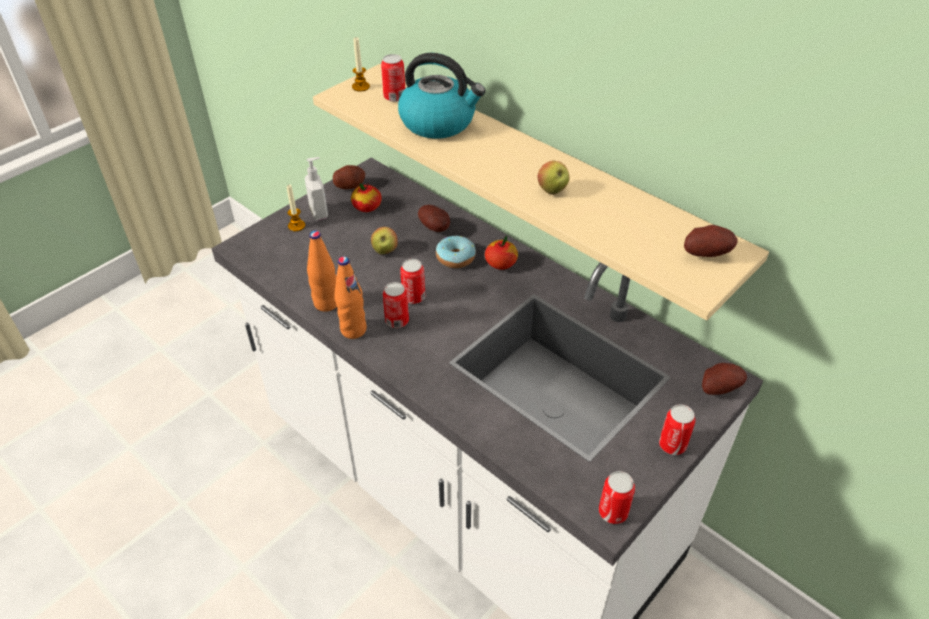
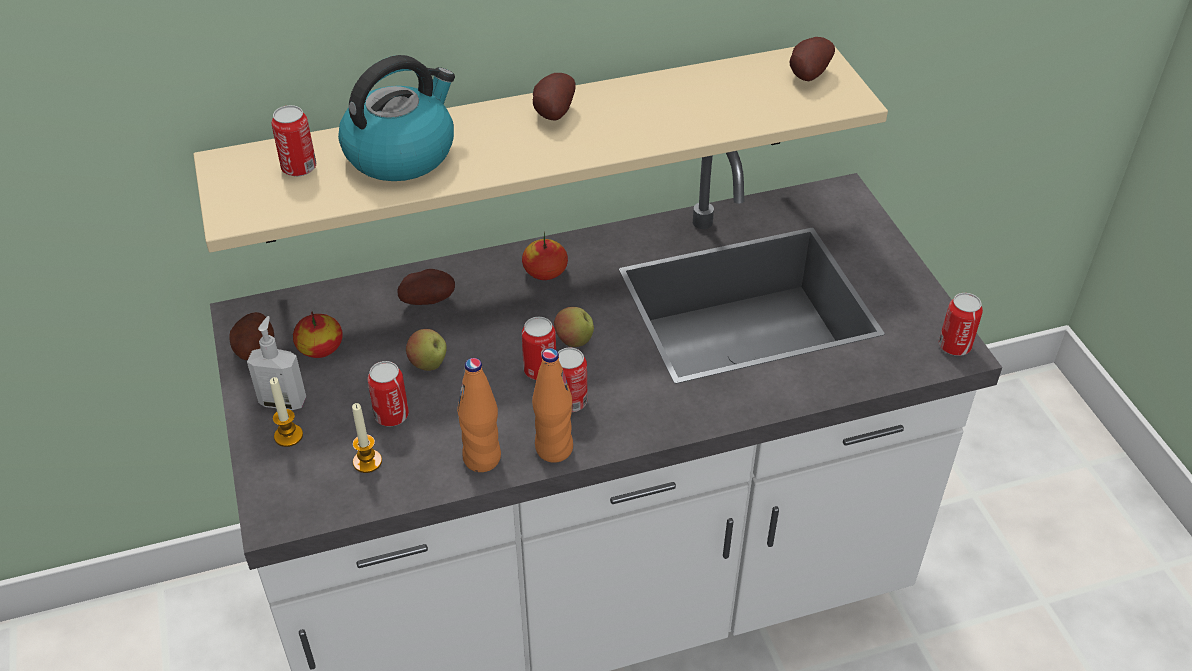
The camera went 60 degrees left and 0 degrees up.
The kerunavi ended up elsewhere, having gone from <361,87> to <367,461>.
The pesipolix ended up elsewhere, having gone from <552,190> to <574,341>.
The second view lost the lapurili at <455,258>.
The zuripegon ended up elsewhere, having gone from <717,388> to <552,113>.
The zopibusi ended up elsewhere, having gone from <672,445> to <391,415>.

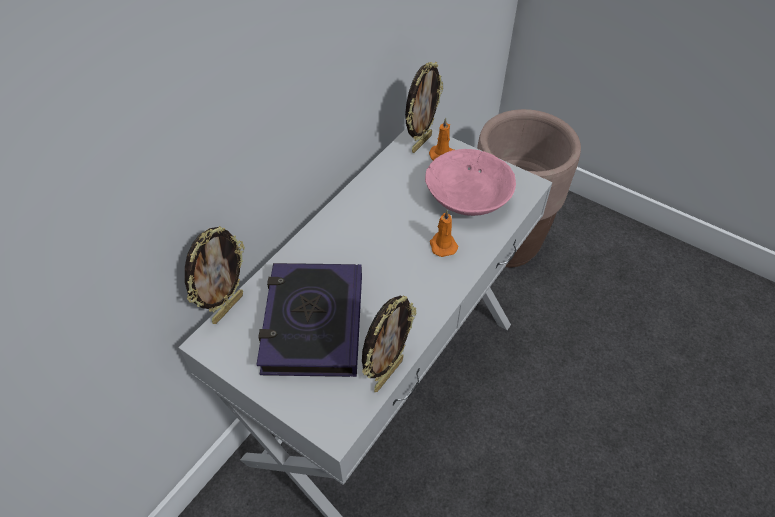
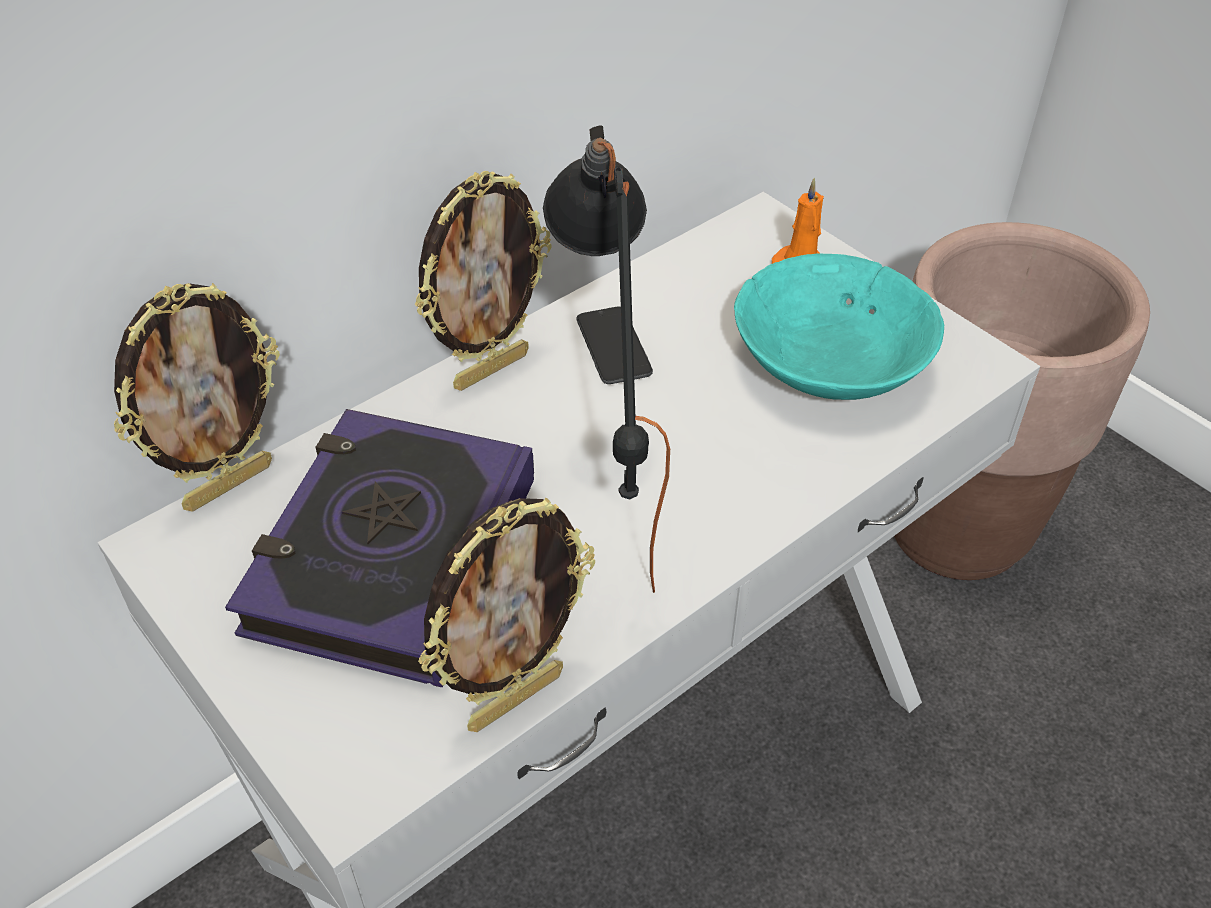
The camera went 15 degrees right and 5 degrees down.
The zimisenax ended up elsewhere, having gone from <420,143> to <490,369>.
What was the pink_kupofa at <469,197> turned into the turquoise_kupofa at <832,363>.
The second view lost the orange_kerunavi at <442,245>.
The second view gained the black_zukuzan at <606,518>.
The second view gained the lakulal at <613,346>.

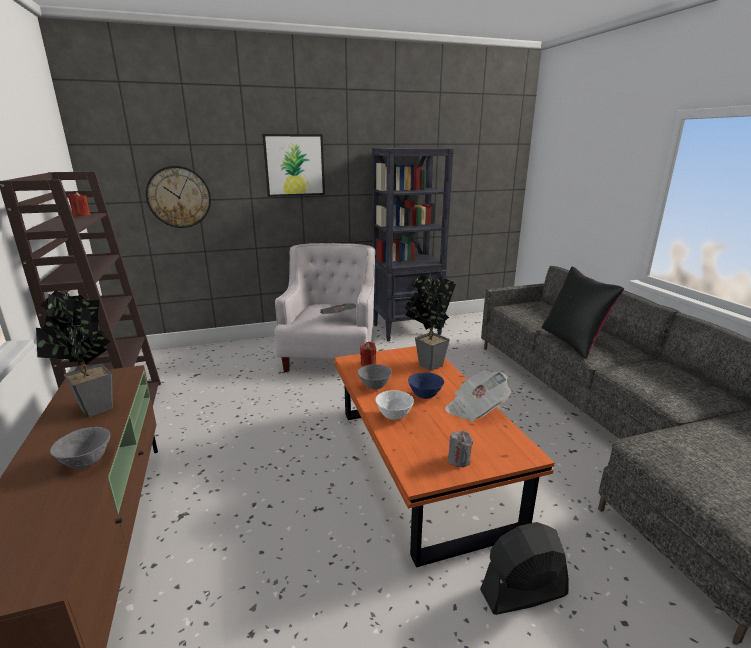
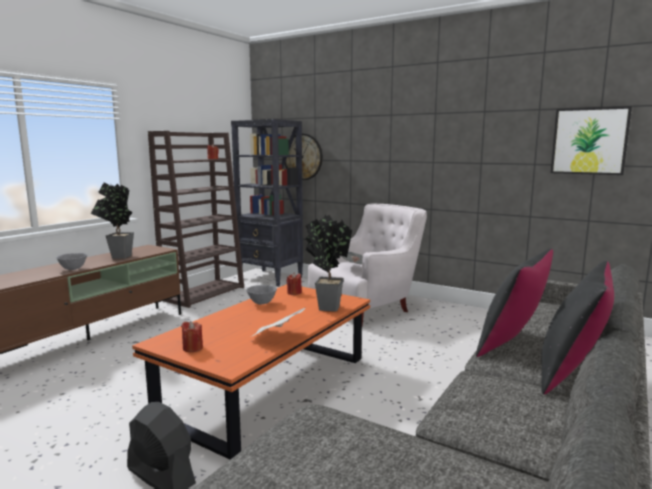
The camera went 50 degrees right and 10 degrees down.
The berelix ended up elsewhere, having gone from <294,165> to <589,141>.
The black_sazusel ended up elsewhere, having gone from <407,329> to <270,278>.
The second view lost the blue_kupofa at <425,396>.
The second view lost the white_kupofa at <394,416>.
What was the grey_kerunavi at <459,460> turned into the red_kerunavi at <192,348>.
The second view gained the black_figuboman at <571,373>.

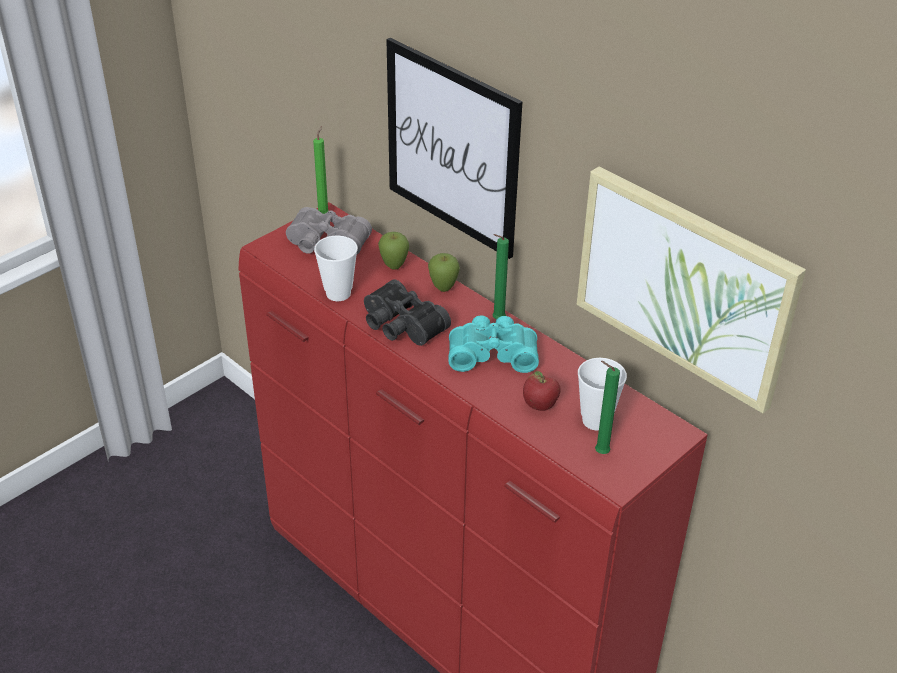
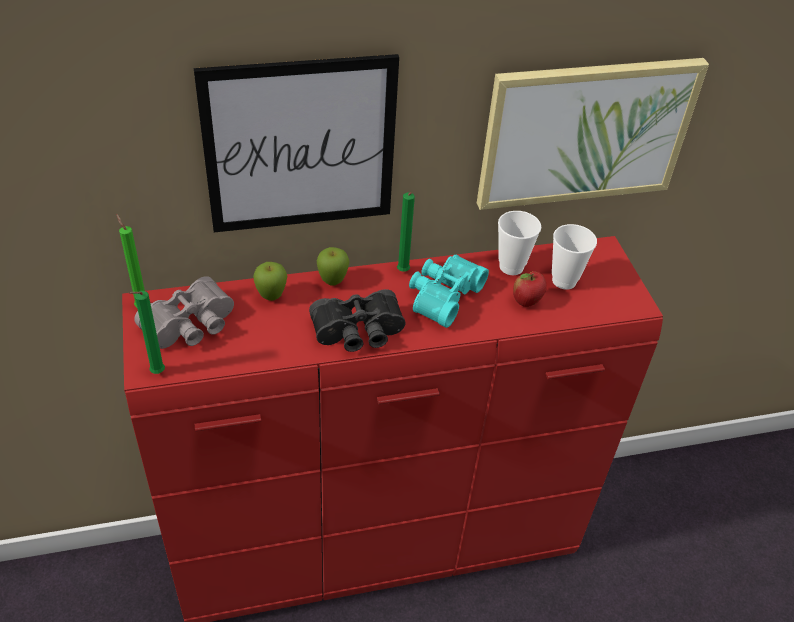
The camera went 60 degrees left and 5 degrees up.
The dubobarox ended up elsewhere, having gone from <338,293> to <511,267>.
The green_kerunavi ended up elsewhere, having gone from <599,453> to <156,373>.

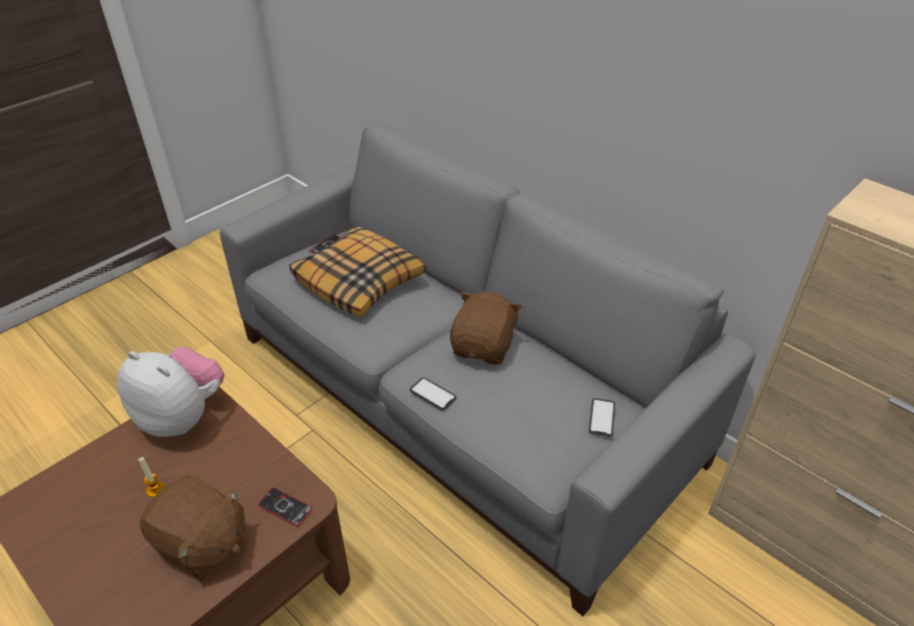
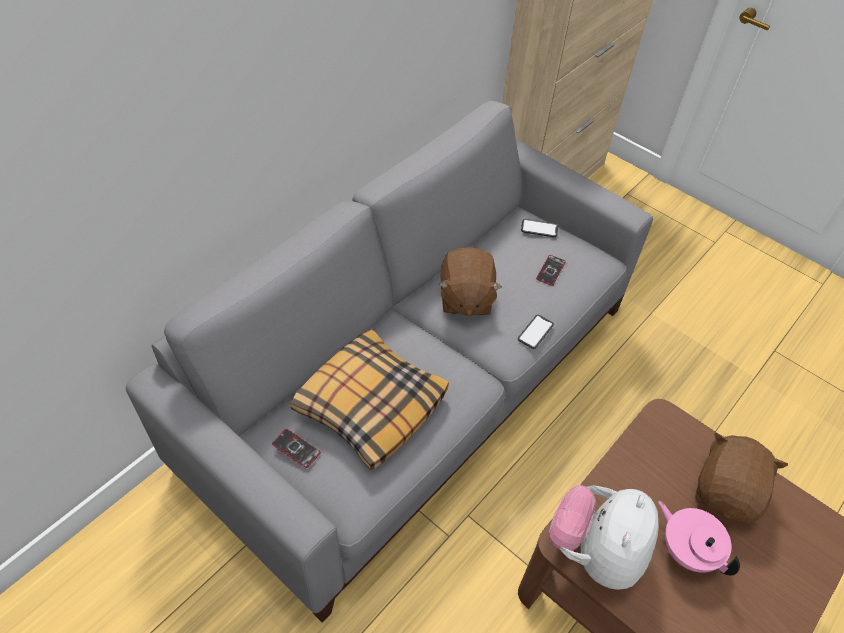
The camera went 95 degrees left and 10 degrees up.
The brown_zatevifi at <484,347> ended up facing another way, 105 degrees counterclockwise from before.
Where the kerunavi stood at <155,489>, the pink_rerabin came to stand at <687,549>.
The lakulal ended up elsewhere, having gone from <285,507> to <550,270>.

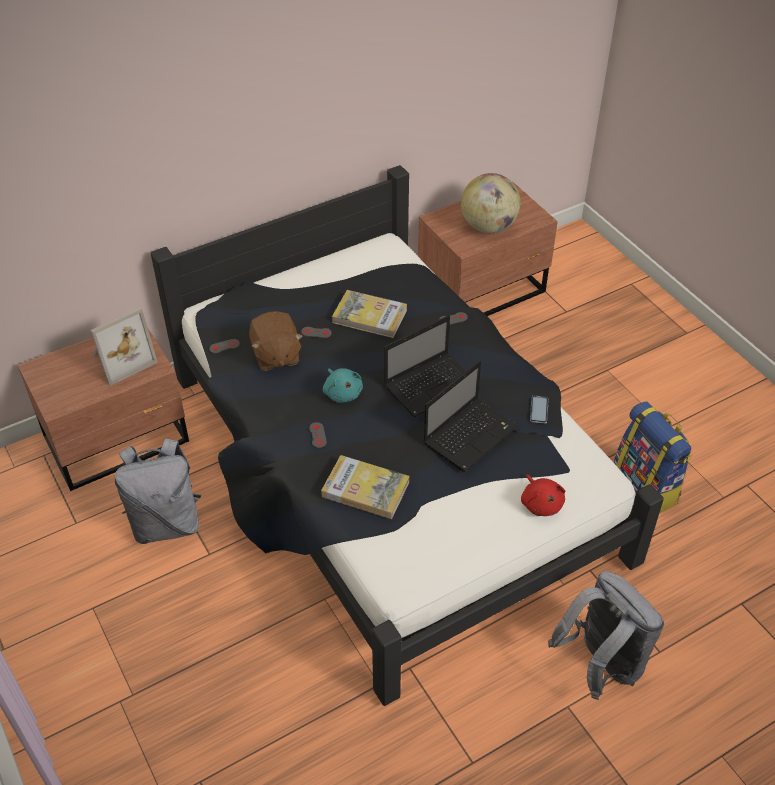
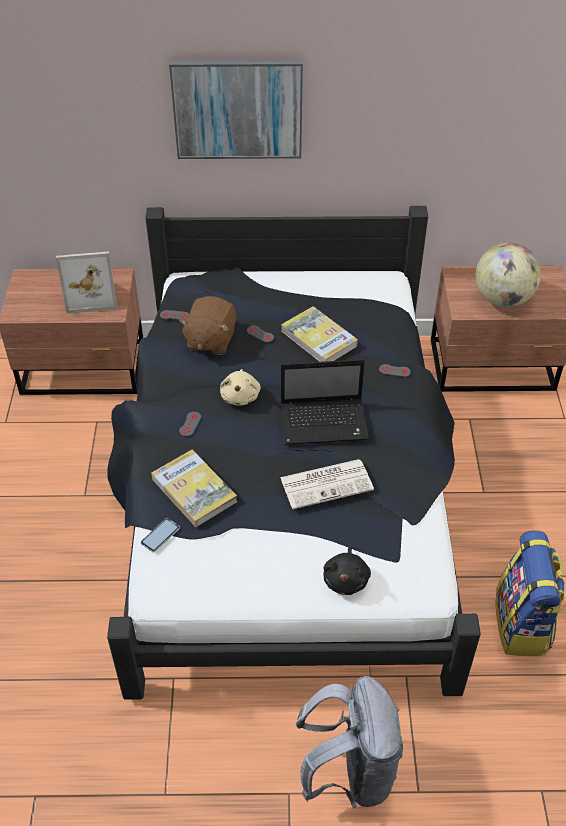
The camera went 30 degrees right and 0 degrees up.
Where the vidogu stood at <471,434>, the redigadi came to stand at <327,483>.
What was the turquoise_zatevifi at <342,392> turned into the beige_zatevifi at <240,396>.
The lakulal ended up elsewhere, having gone from <539,410> to <160,535>.
The second view lost the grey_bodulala at <166,523>.
What was the red_zatevifi at <541,503> turned into the black_zatevifi at <346,579>.
The second view gained the berelix at <238,109>.

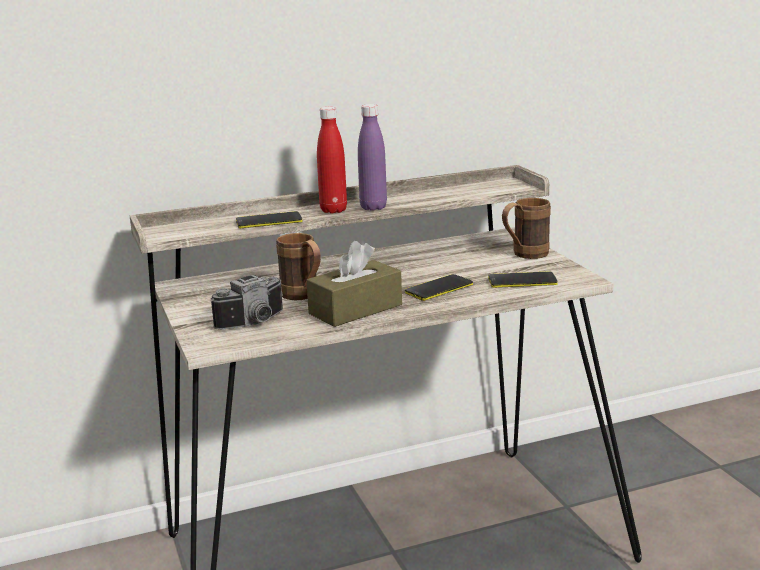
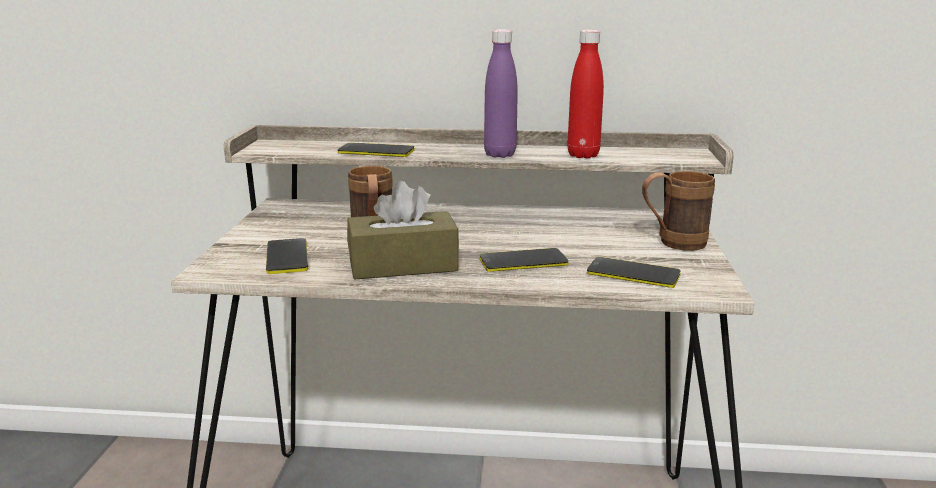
The camera went 25 degrees right and 0 degrees up.
The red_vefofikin ended up elsewhere, having gone from <333,210> to <583,155>.
Where the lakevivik stood at <255,323>, the lakulal came to stand at <287,257>.

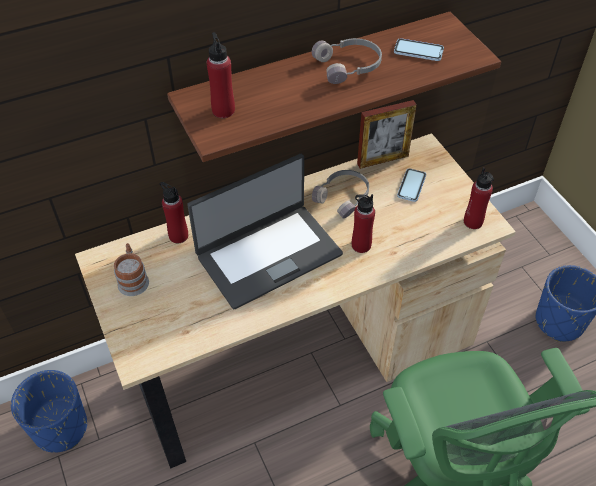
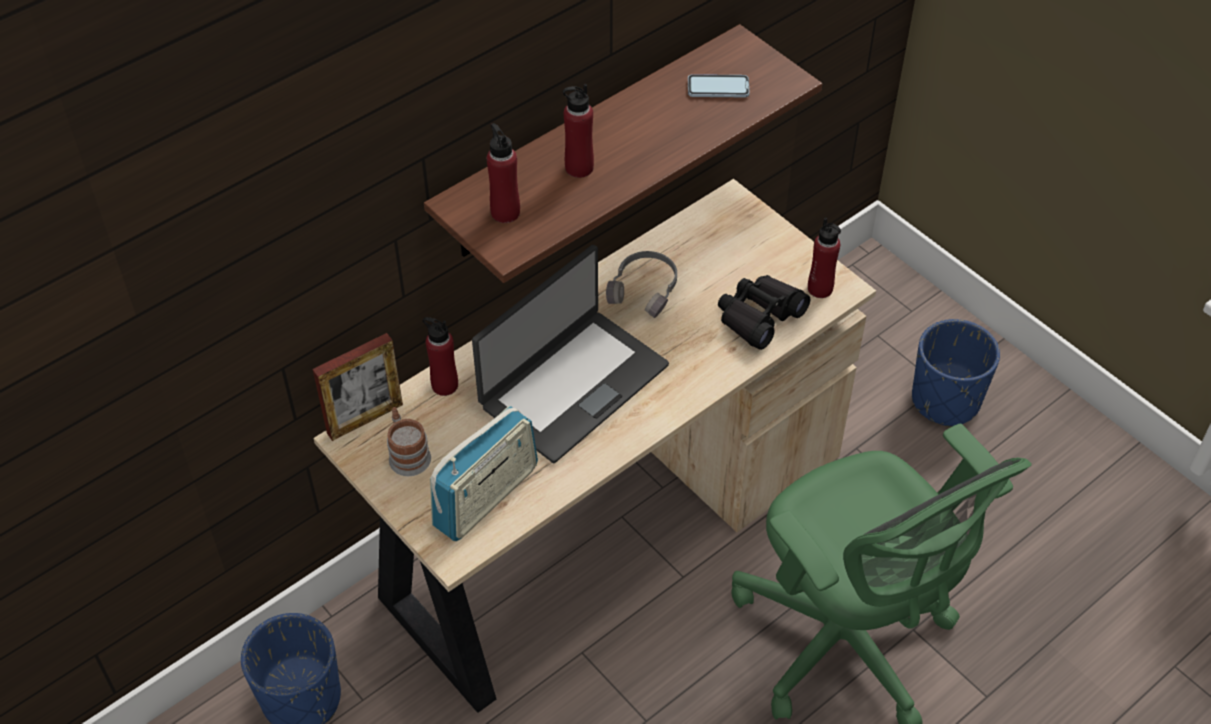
The camera went 15 degrees left and 0 degrees up.
The second view lost the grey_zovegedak at <349,66>.
The zimisenax ended up elsewhere, having gone from <382,160> to <365,419>.
The second view lost the lakulal at <411,186>.
The red_vefofikin ended up elsewhere, having gone from <361,245> to <579,167>.
The second view gained the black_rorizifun at <759,316>.
The second view gained the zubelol at <486,497>.

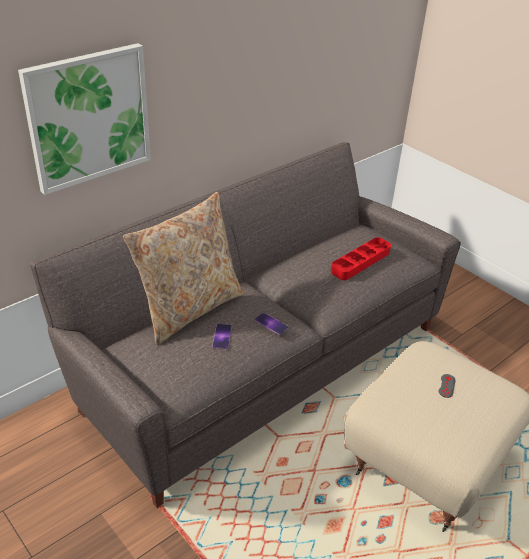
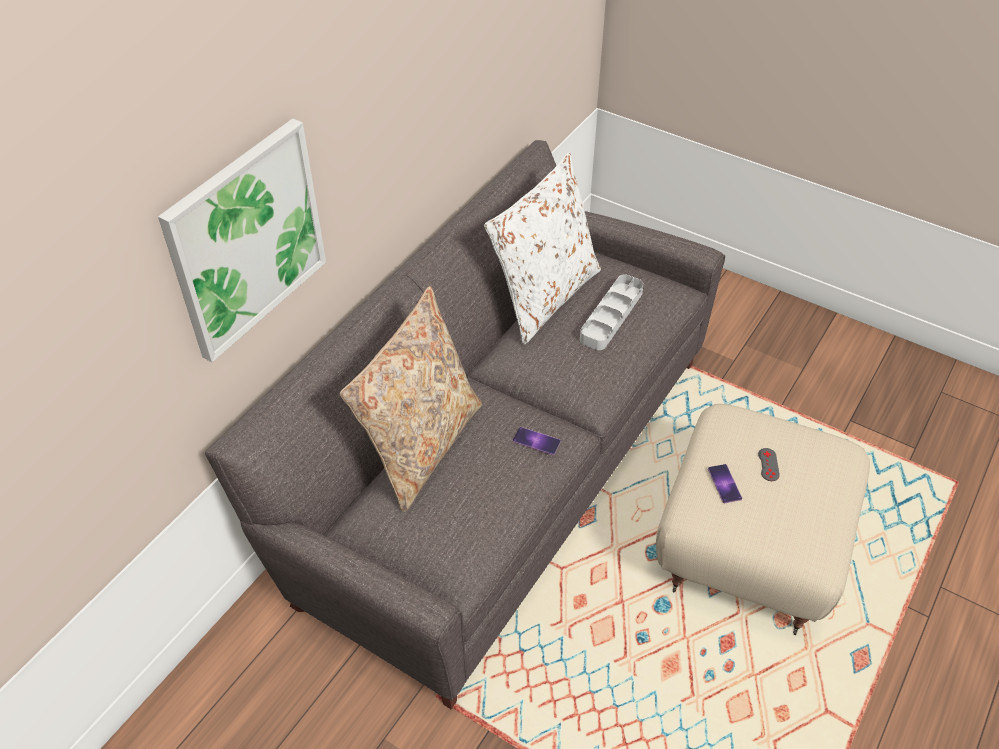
The camera went 15 degrees left and 10 degrees up.
What was the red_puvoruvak at <360,262> turned into the grey_puvoruvak at <611,316>.
The lakulal ended up elsewhere, having gone from <222,336> to <724,483>.
The second view gained the white_figuboman at <544,296>.

